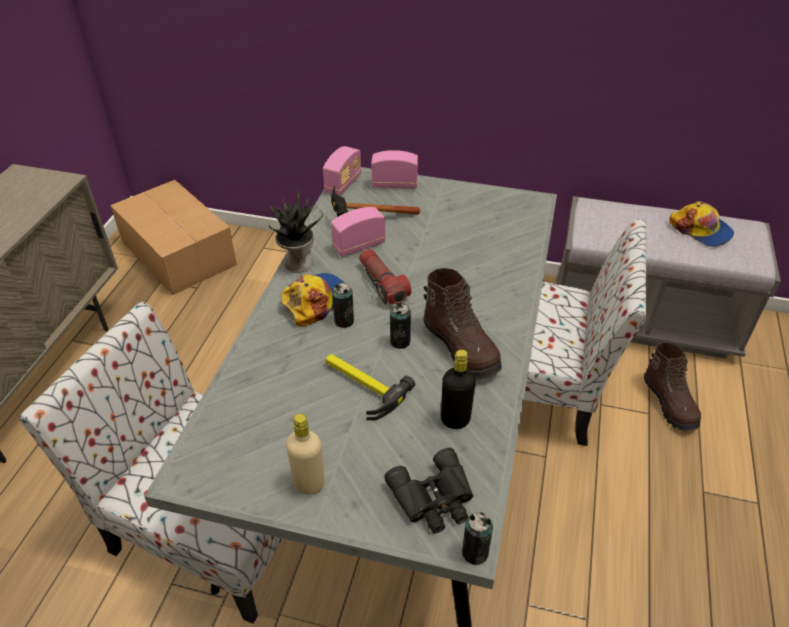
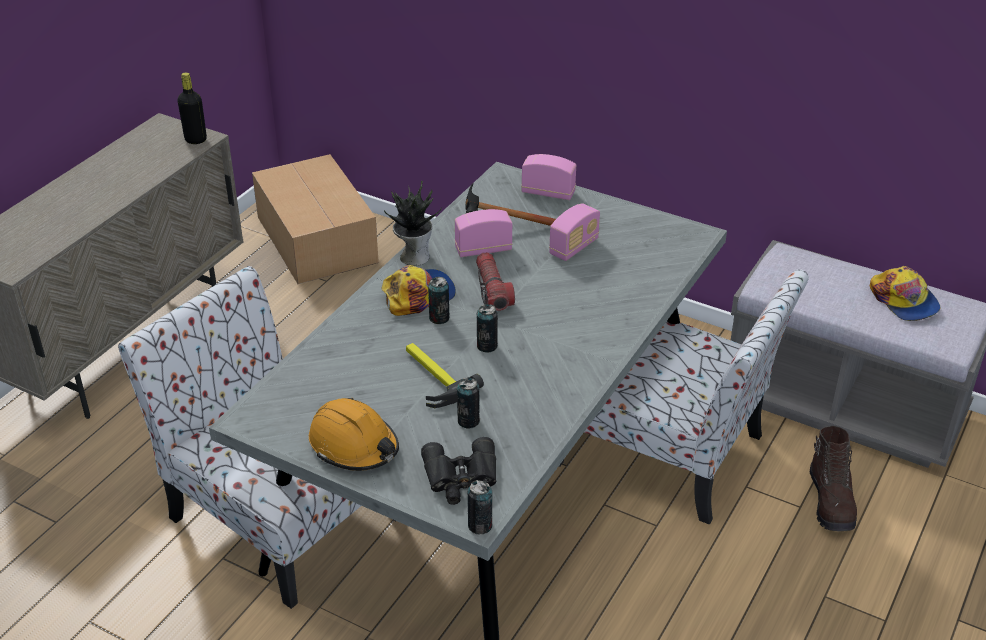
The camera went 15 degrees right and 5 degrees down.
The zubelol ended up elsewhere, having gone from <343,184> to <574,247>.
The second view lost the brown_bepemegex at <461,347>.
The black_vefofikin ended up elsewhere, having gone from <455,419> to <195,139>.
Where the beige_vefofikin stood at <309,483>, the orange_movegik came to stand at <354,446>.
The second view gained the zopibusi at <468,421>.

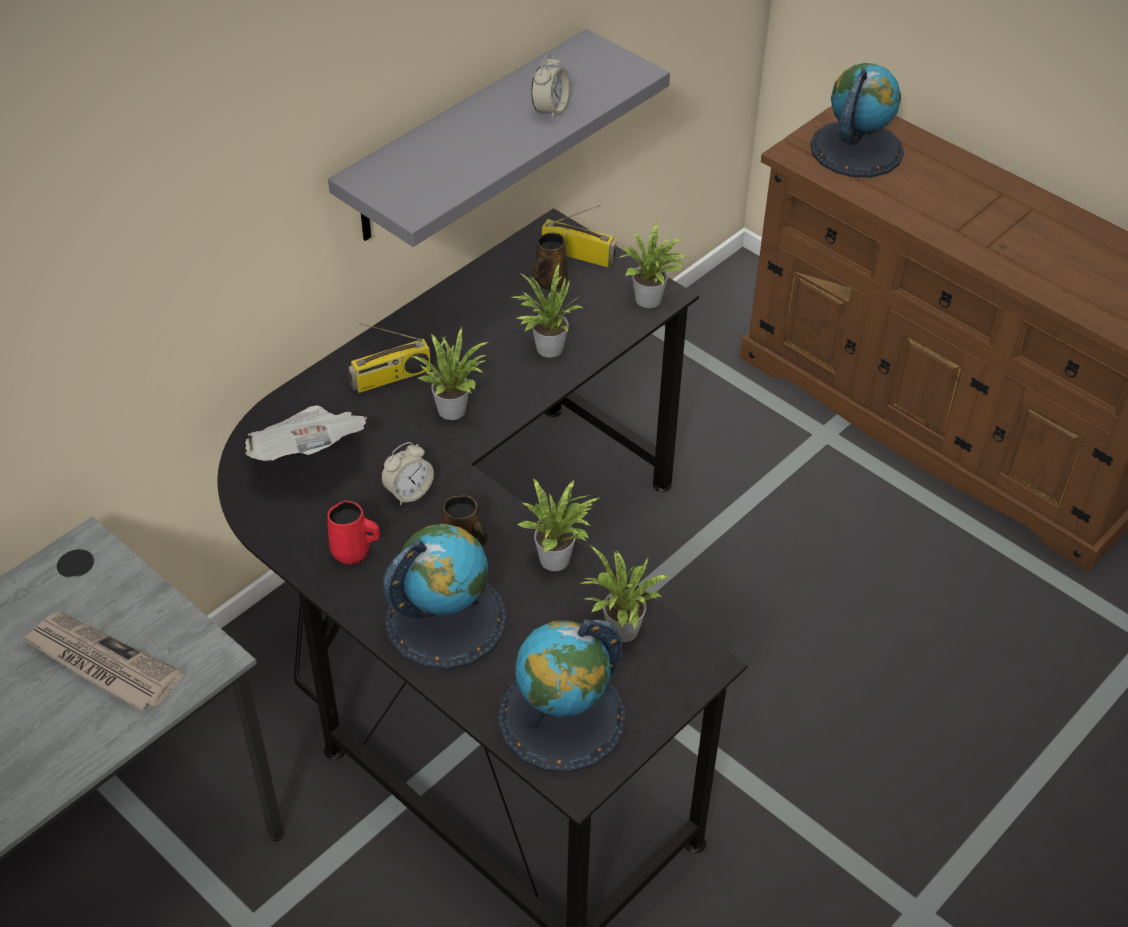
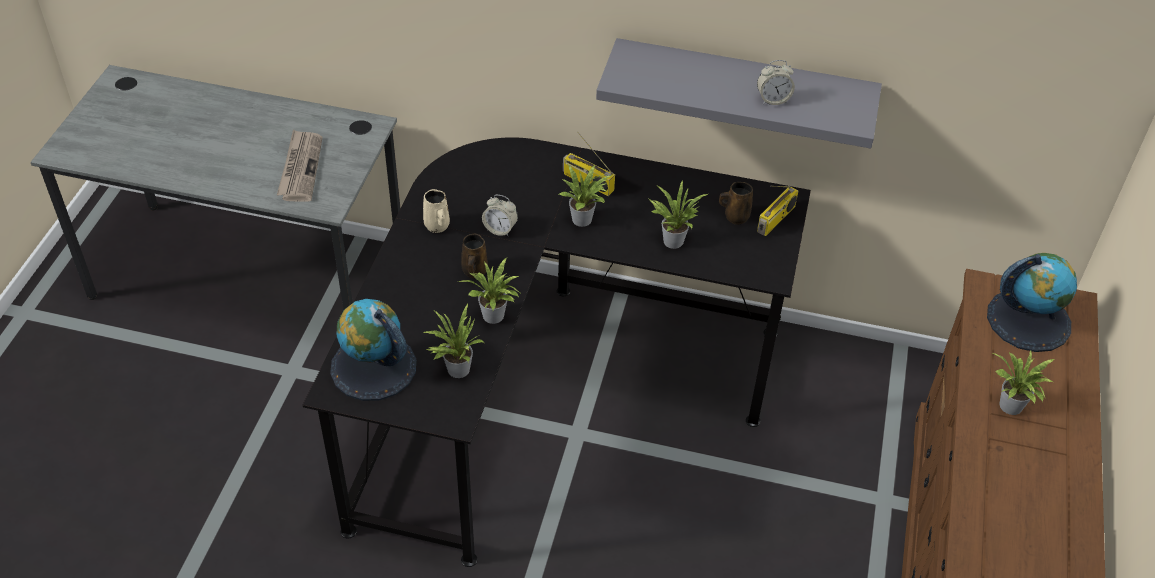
The camera went 60 degrees right and 0 degrees up.
The zubelol at <579,254> ended up facing another way, 45 degrees clockwise from before.
The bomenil ended up elsewhere, having gone from <651,301> to <1010,408>.
The second view lost the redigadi at <308,455>.
What was the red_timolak at <353,552> turned into the beige_timolak at <437,226>.
The second view lost the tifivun at <445,619>.

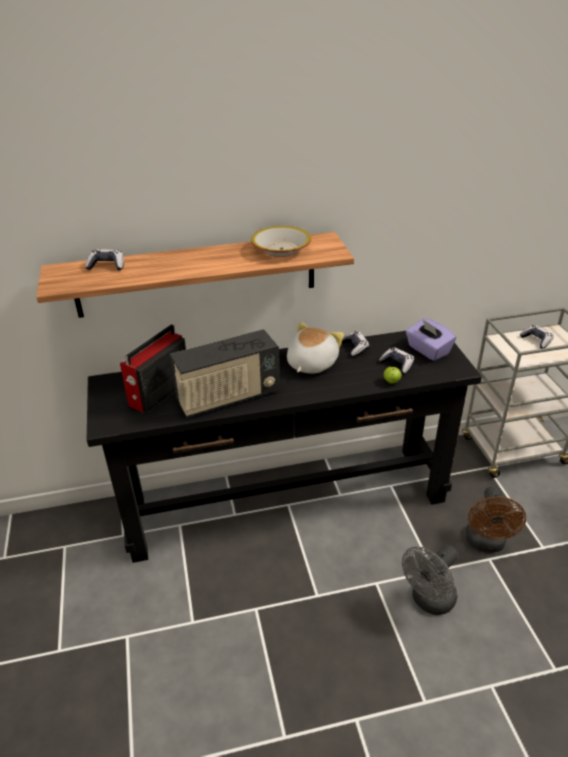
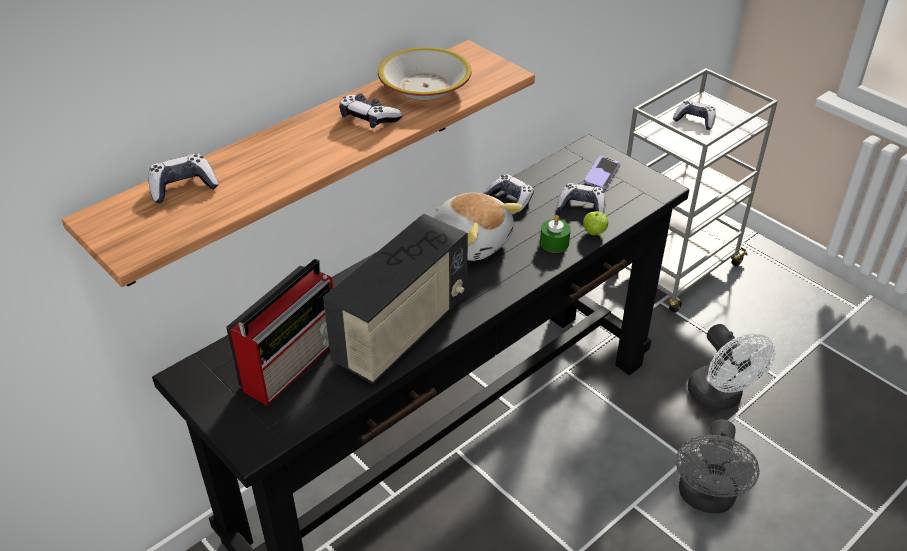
The camera went 30 degrees left and 5 degrees up.
Where the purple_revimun stood at <428,350>, the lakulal came to stand at <602,174>.
The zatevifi at <310,363> ended up facing another way, 135 degrees clockwise from before.
The zubelol at <158,393> ended up facing another way, 150 degrees counterclockwise from before.
What was the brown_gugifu at <486,543> turned into the white_gugifu at <719,398>.
The second view gained the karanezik at <369,118>.
The second view gained the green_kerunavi at <554,243>.

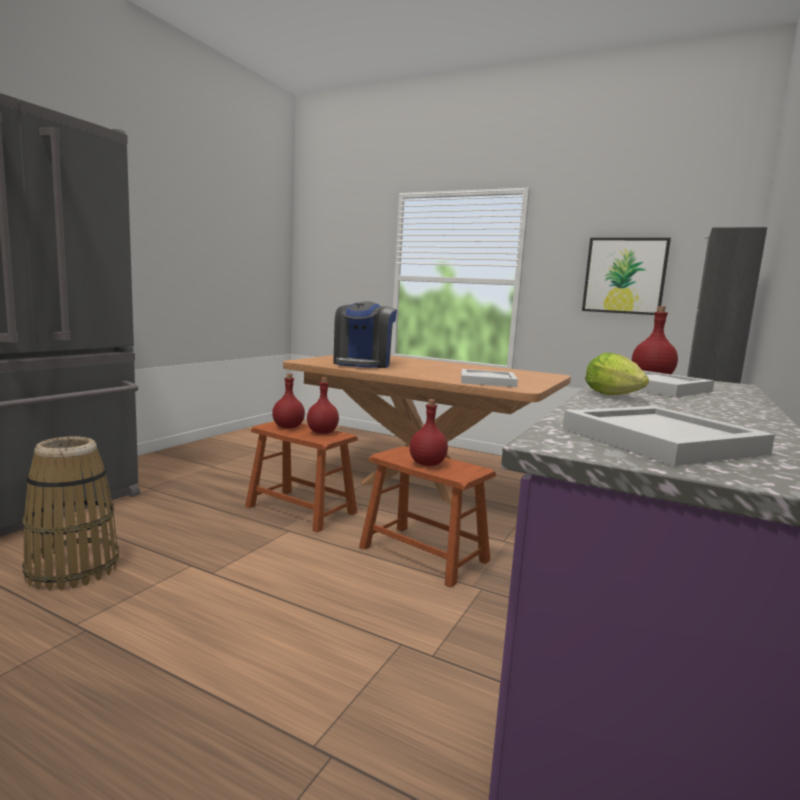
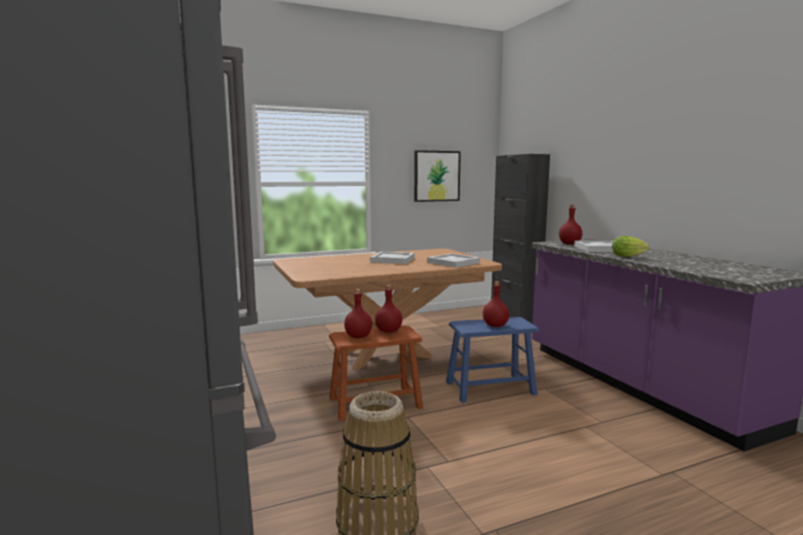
The camera went 50 degrees left and 0 degrees up.
The second view lost the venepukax at <363,364>.
The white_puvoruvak ended up elsewhere, having gone from <660,440> to <392,259>.
What was the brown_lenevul at <423,554> turned into the blue_lenevul at <490,388>.

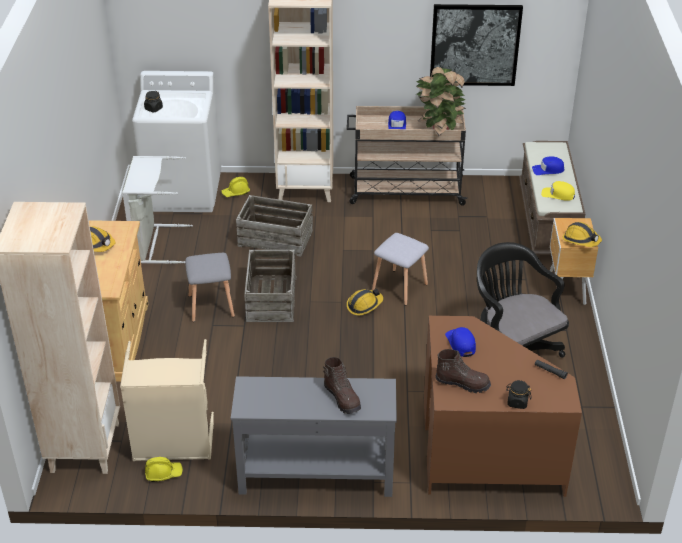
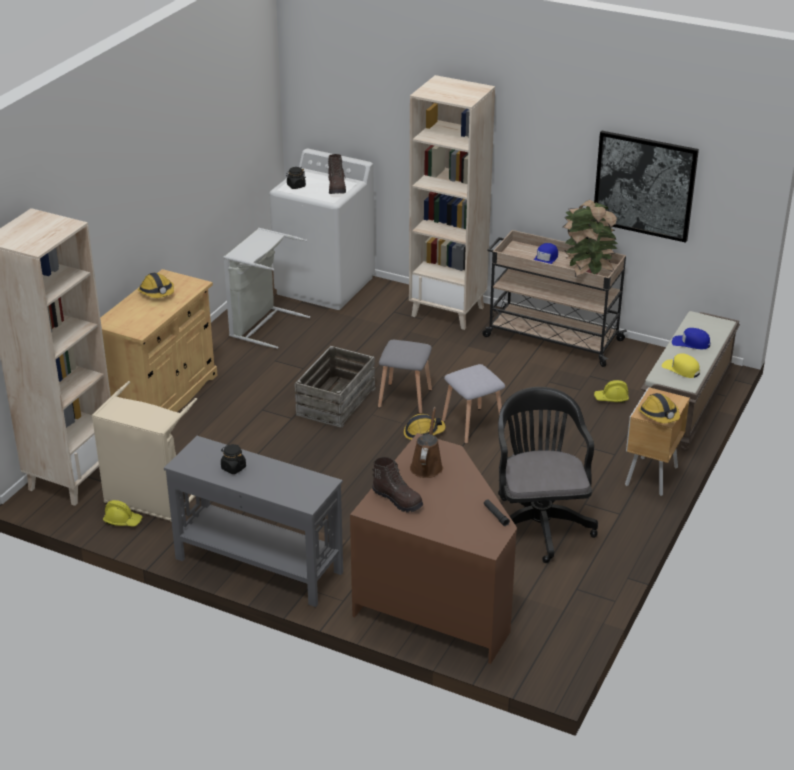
The camera went 25 degrees right and 5 degrees down.
The yellow_movegik ended up elsewhere, having gone from <236,193> to <611,398>.
The second view lost the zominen at <275,239>.
The grey_lenevul ended up elsewhere, having gone from <210,305> to <404,398>.
Where the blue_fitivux stood at <460,343>, the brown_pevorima came to stand at <427,465>.
The brown_bepemegex ended up elsewhere, having gone from <342,398> to <336,187>.
The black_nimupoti ended up elsewhere, having gone from <517,402> to <233,468>.

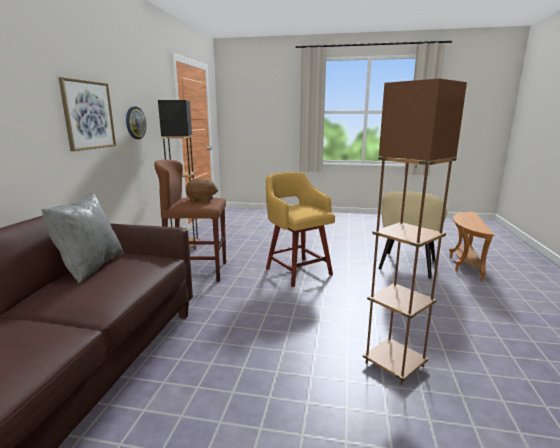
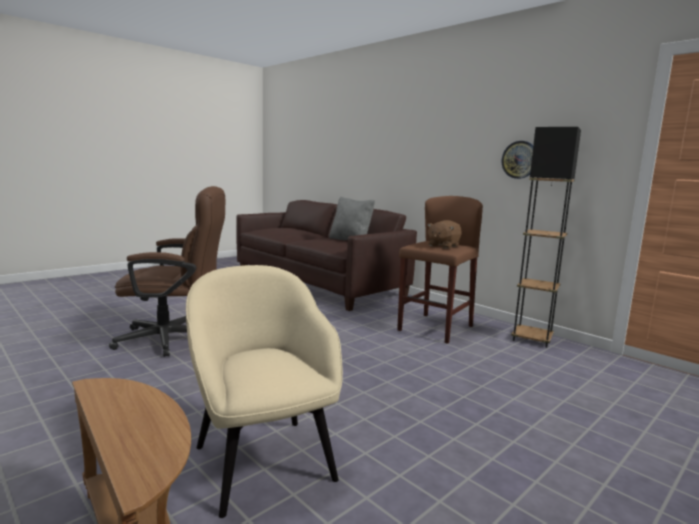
The camera went 125 degrees right and 5 degrees down.
The second view lost the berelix at <88,115>.
Where the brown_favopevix stood at <394,364>, the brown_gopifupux came to stand at <175,339>.
The second view lost the yellow_lenevul at <297,271>.

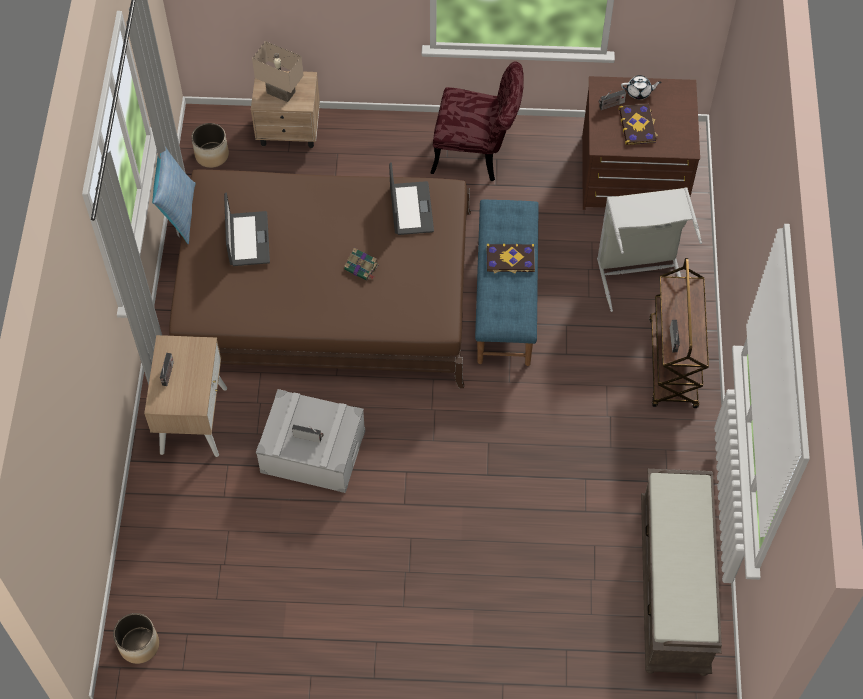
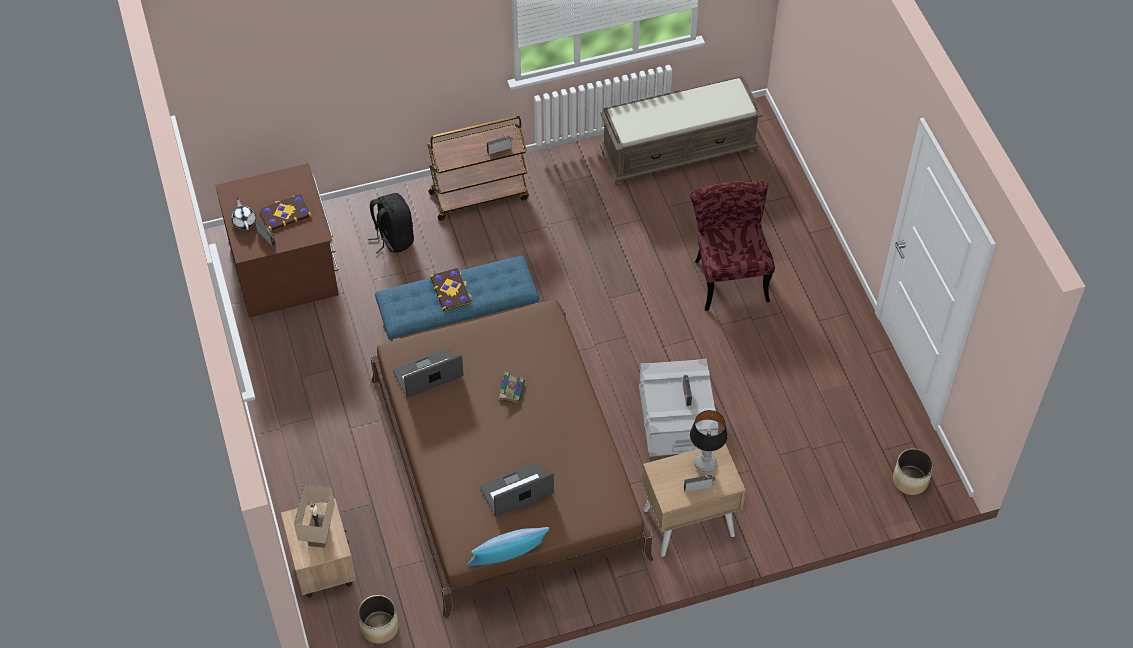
The camera went 110 degrees left and 5 degrees down.
The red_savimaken ended up elsewhere, having gone from <477,153> to <728,274>.
Where the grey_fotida stood at <639,272>, the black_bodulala came to stand at <393,238>.
The second view gained the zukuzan at <705,463>.

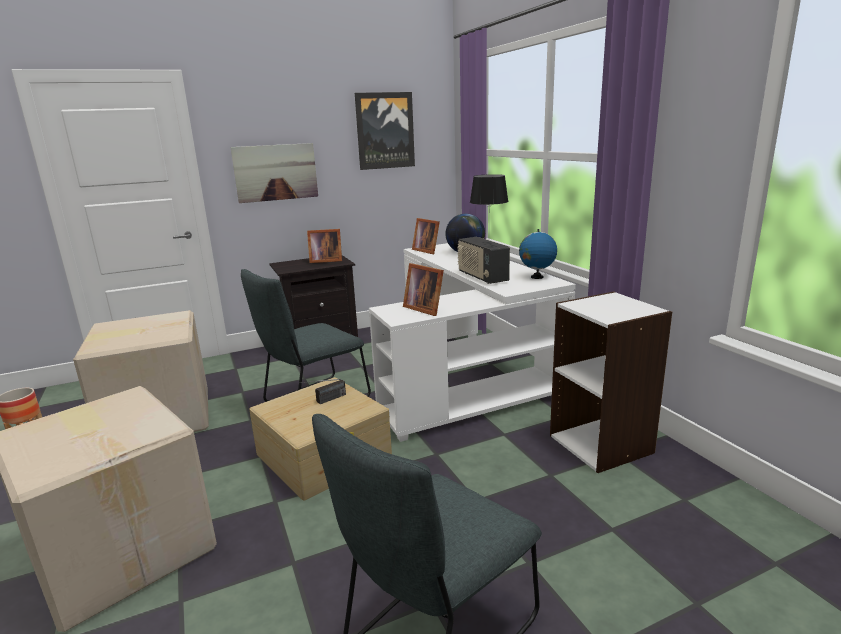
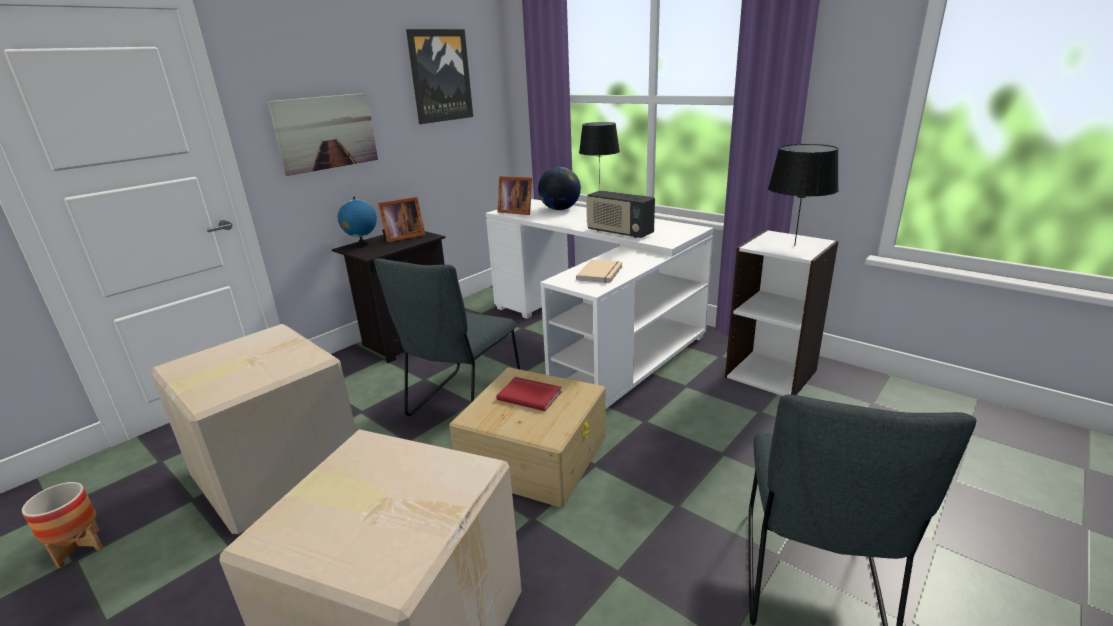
The camera went 25 degrees left and 5 degrees up.
The tifivun ended up elsewhere, having gone from <536,277> to <362,244>.
Where the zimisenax stood at <424,308>, the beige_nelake came to stand at <601,273>.
Where the zubelol stood at <324,401>, the red_nelake came to stand at <530,395>.
The second view gained the black_zukuzan at <794,245>.

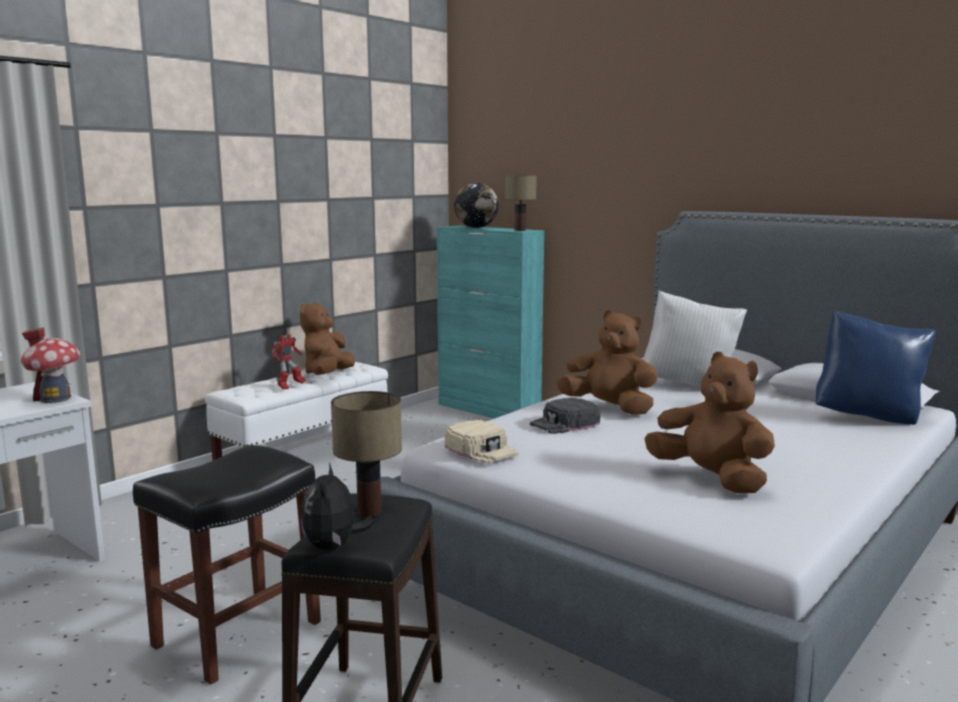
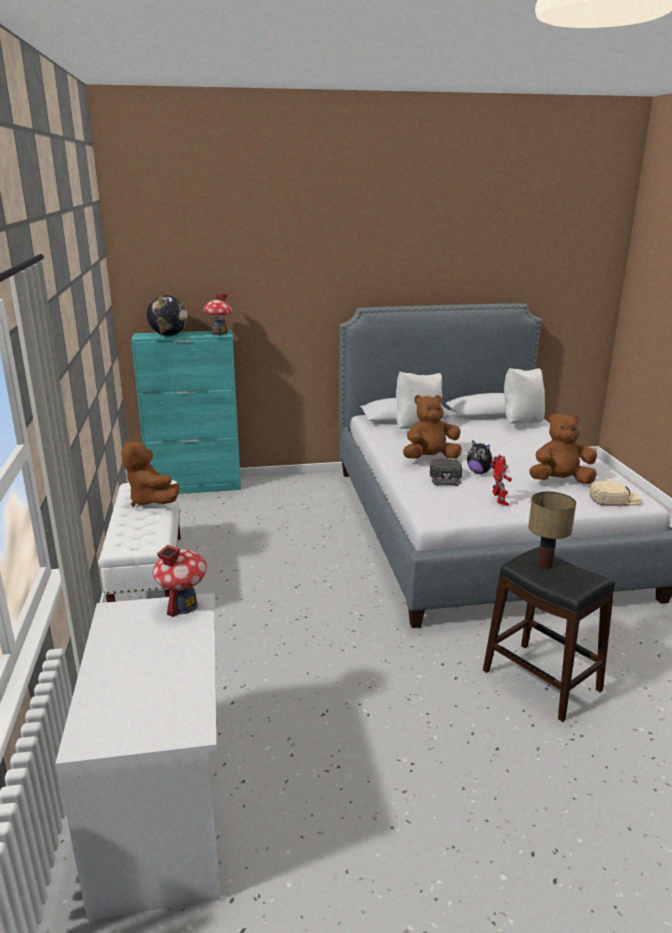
The camera went 50 degrees left and 10 degrees up.
Where the zukuzan stood at <520,230>, the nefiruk came to stand at <219,333>.
What was the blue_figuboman at <868,417> turned into the white_figuboman at <521,423>.
The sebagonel ended up elsewhere, having gone from <290,387> to <499,502>.
The beige_fitivux ended up elsewhere, having gone from <482,450> to <614,498>.
The second view lost the black_lenevul at <236,635>.
The zatevifi ended up elsewhere, having gone from <333,547> to <479,472>.

